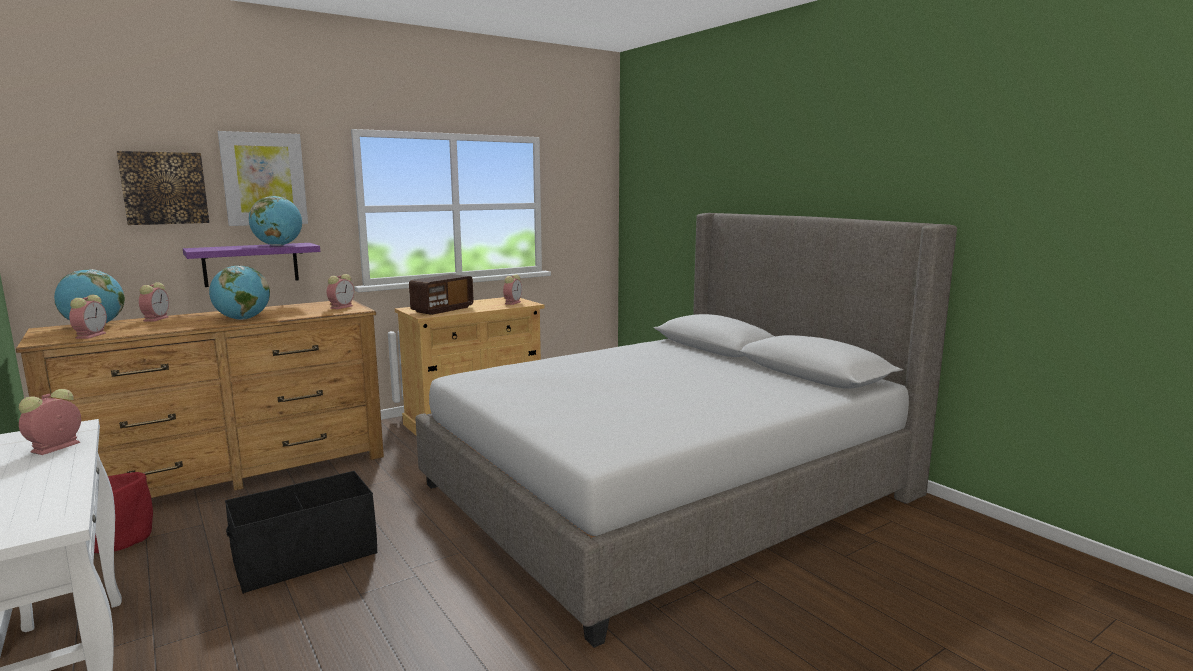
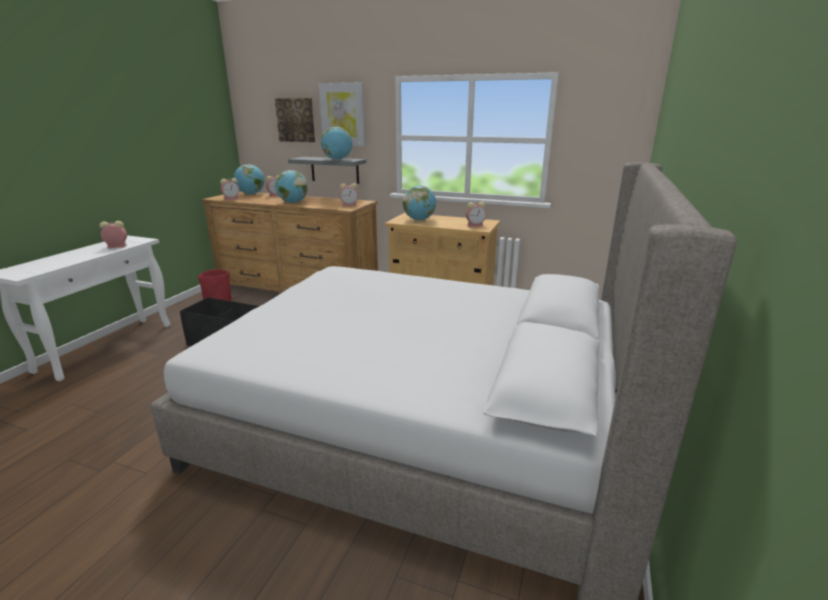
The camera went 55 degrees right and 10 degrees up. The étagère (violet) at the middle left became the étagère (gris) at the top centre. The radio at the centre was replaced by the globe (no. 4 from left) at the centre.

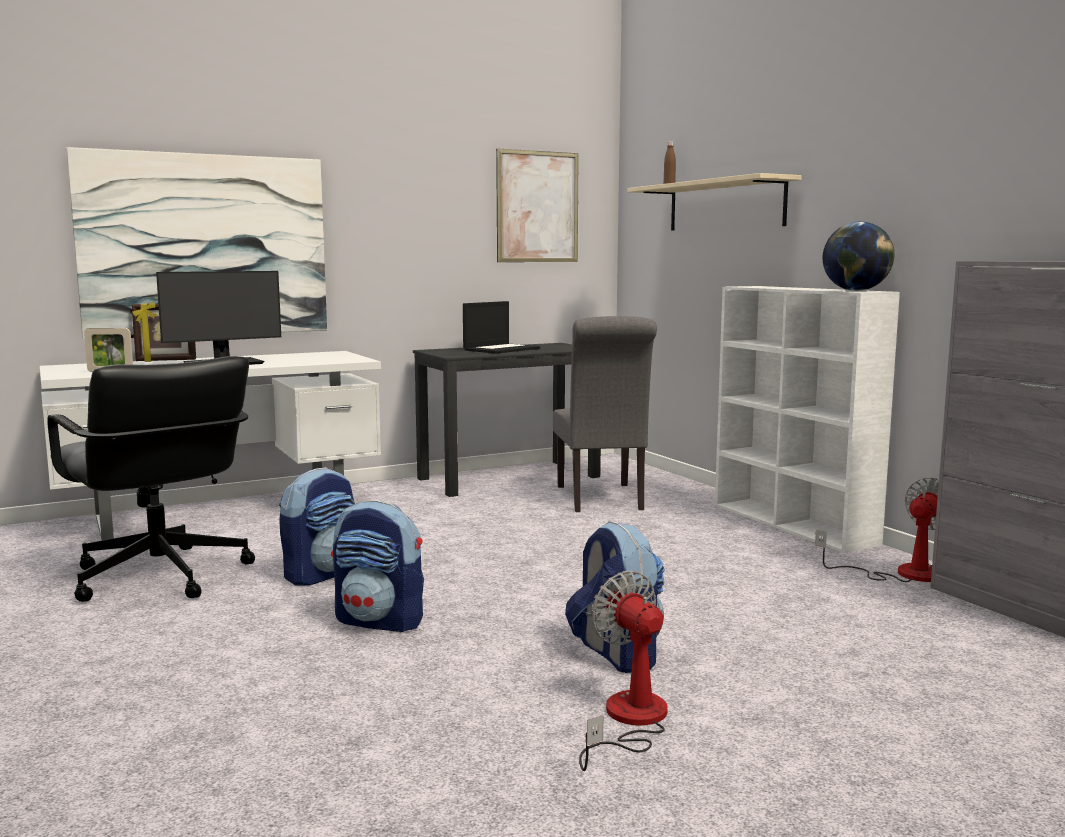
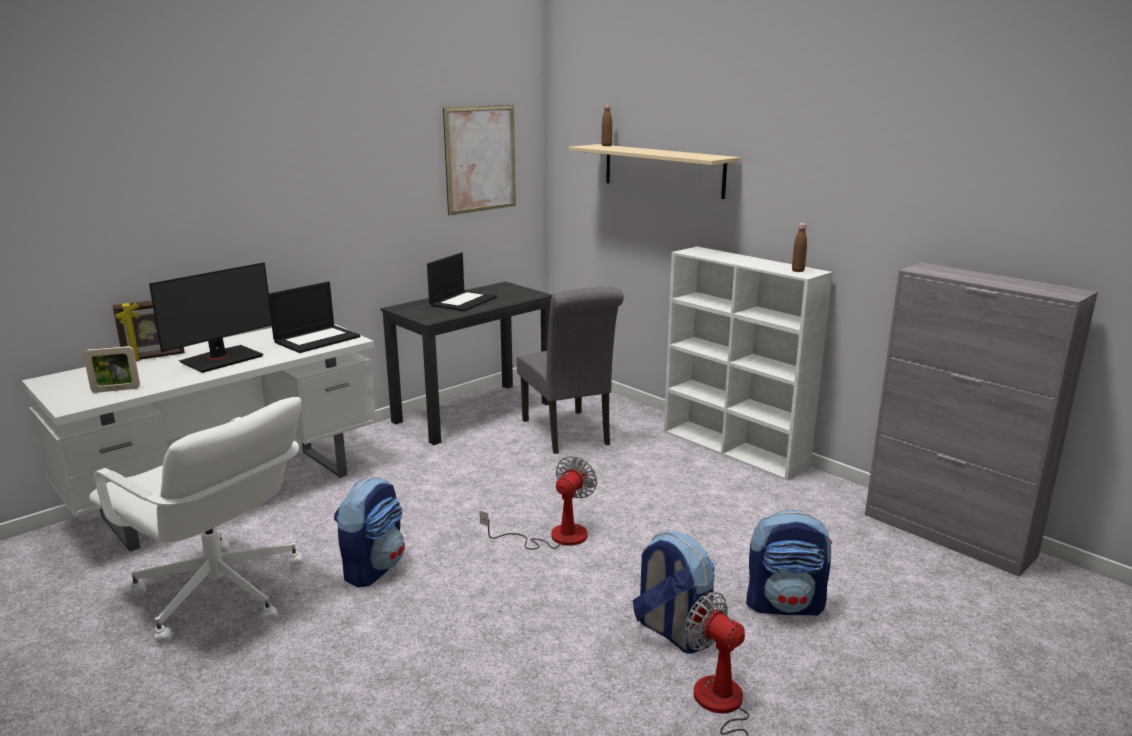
The camera went 15 degrees left and 10 degrees up. The tableau (no. 1 from left) at the top left disappeared. The globe at the top right was replaced by the bouteille (marron) (no. 2 from left) at the middle right. The chaise de bureau (noir) at the middle left became the chaise de bureau (blanc) at the bottom left. The ventilateur (no. 2 from left in the first image) moved from the middle right to the bottom centre. The sac à dos (no. 2 from left in the first image) moved from the bottom centre to the bottom right. The ordinateur portable (no. 1 from left) at the middle left appeared.

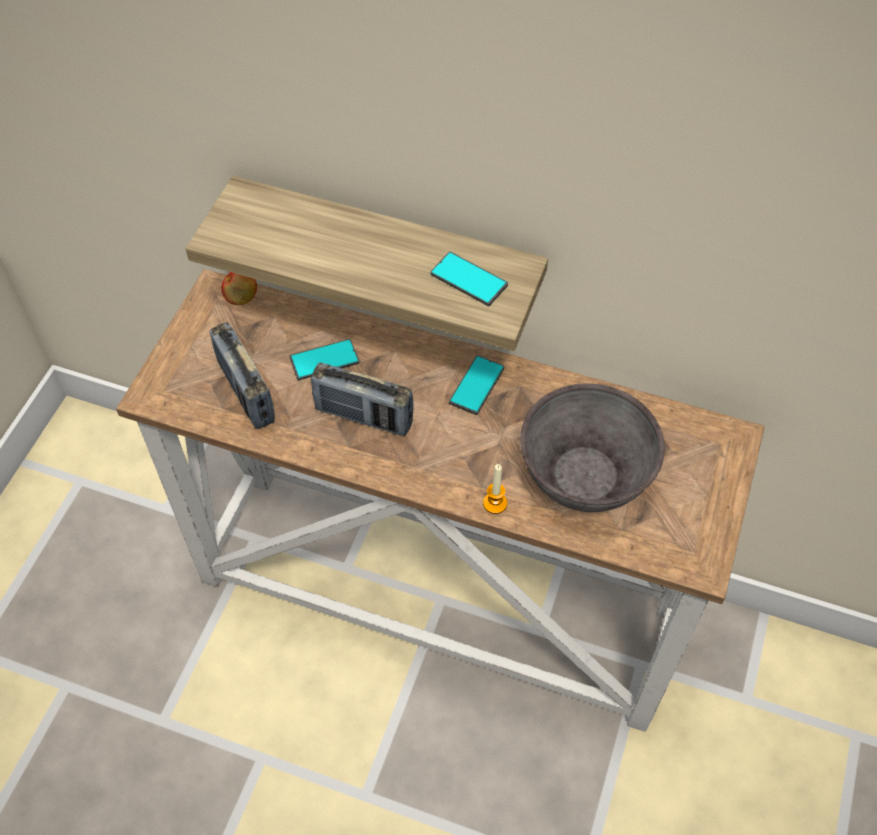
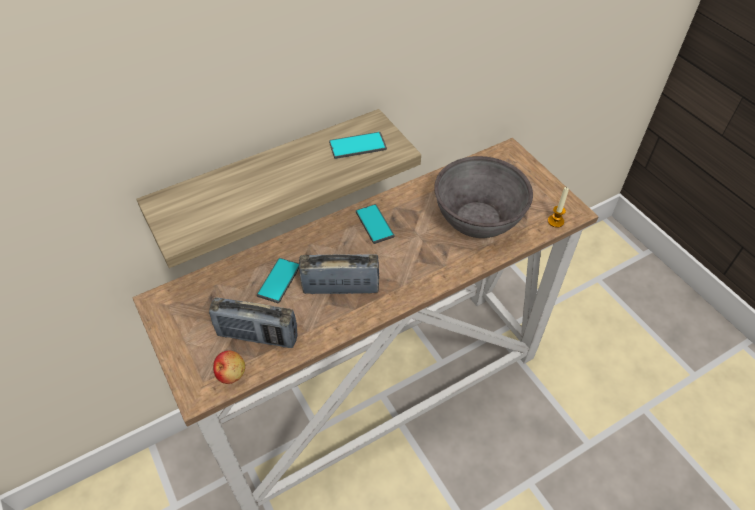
The camera went 50 degrees left and 5 degrees down. The pomme moved from the middle left to the bottom left. The radio (no. 2 from left) at the centre turned 150 degrees counterclockwise. The bougie moved from the centre to the middle right.

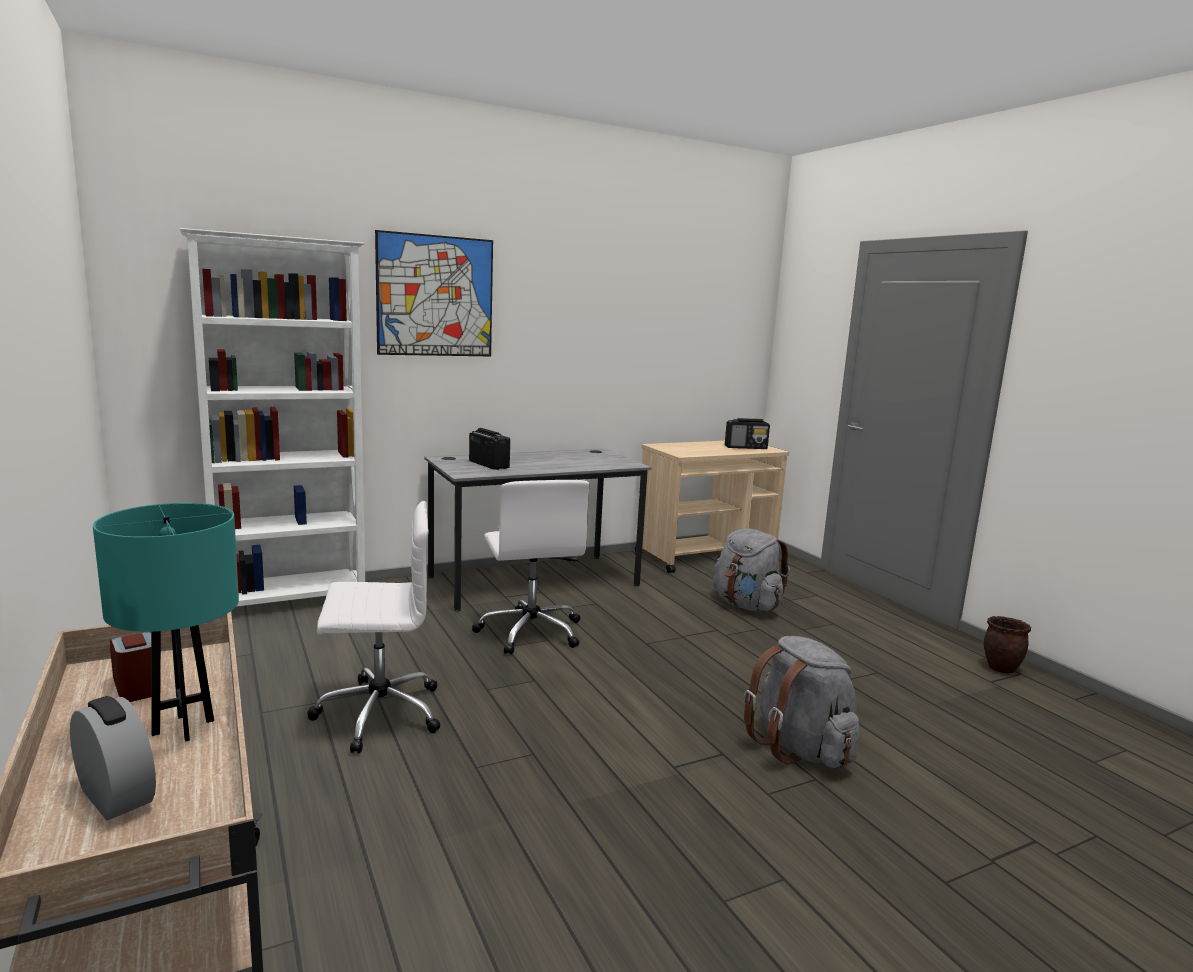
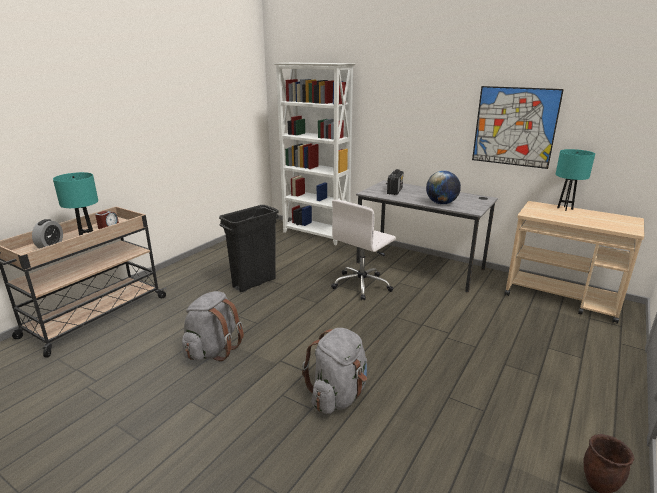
The camera went 60 degrees right and 10 degrees up. The tableau moved from the top centre to the top right. The radio (no. 2 from left) at the centre disappeared. The chaise de bureau (blanc) (no. 1 from left) at the middle left was replaced by the poubelle (noir) at the centre. The sac à dos (gris) (no. 1 from left) moved from the centre to the middle left. The lampe de table (turquoise) (no. 2 from left) at the middle right appeared. The globe at the middle right appeared.

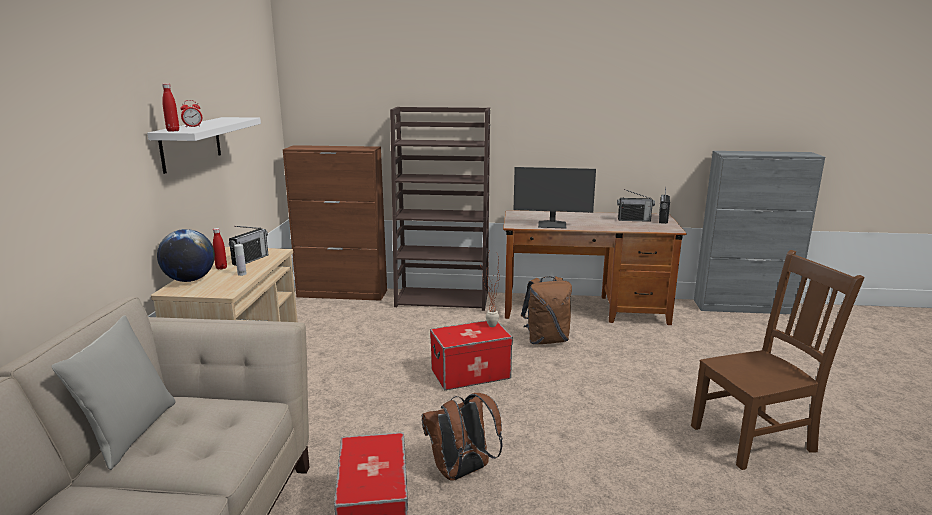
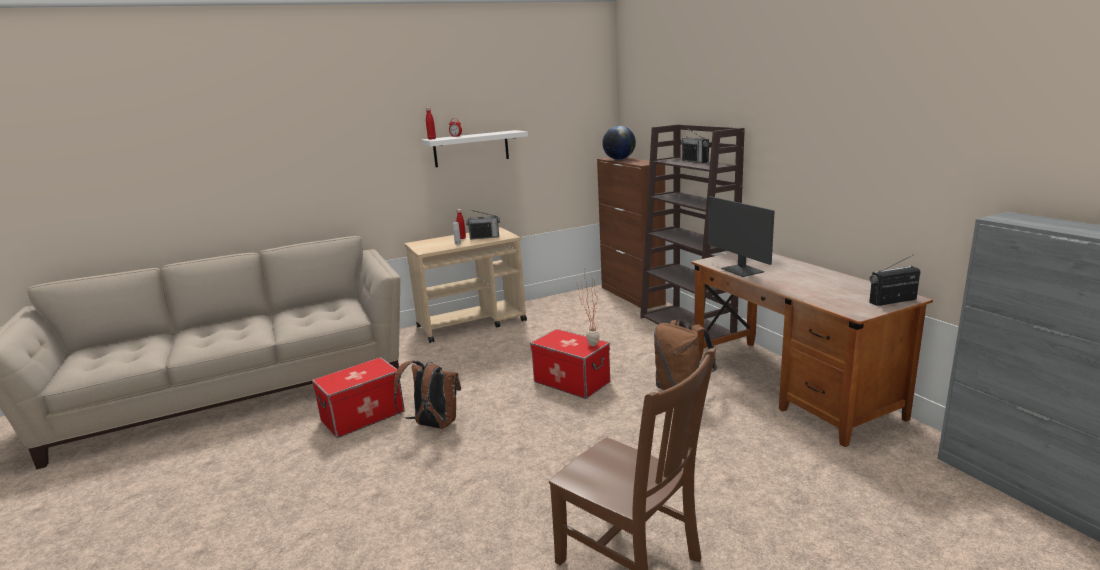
The camera went 60 degrees right and 0 degrees up. The radio (no. 2 from left) moved from the middle right to the top centre. The globe moved from the middle left to the top centre. The coussin (gris) at the bottom left disappeared.

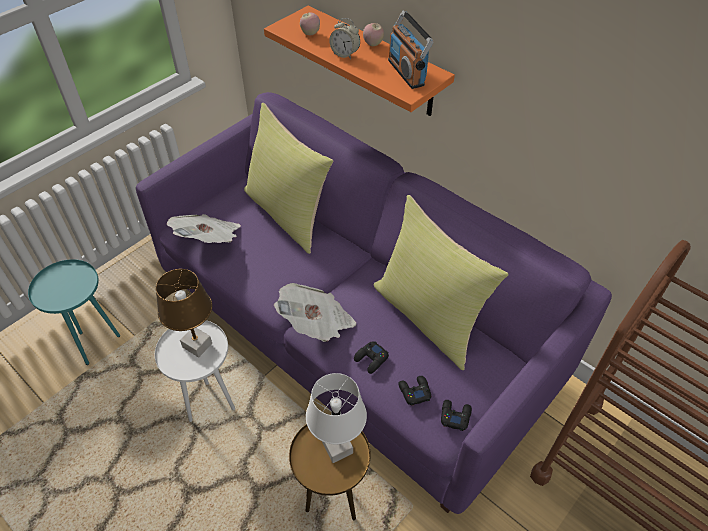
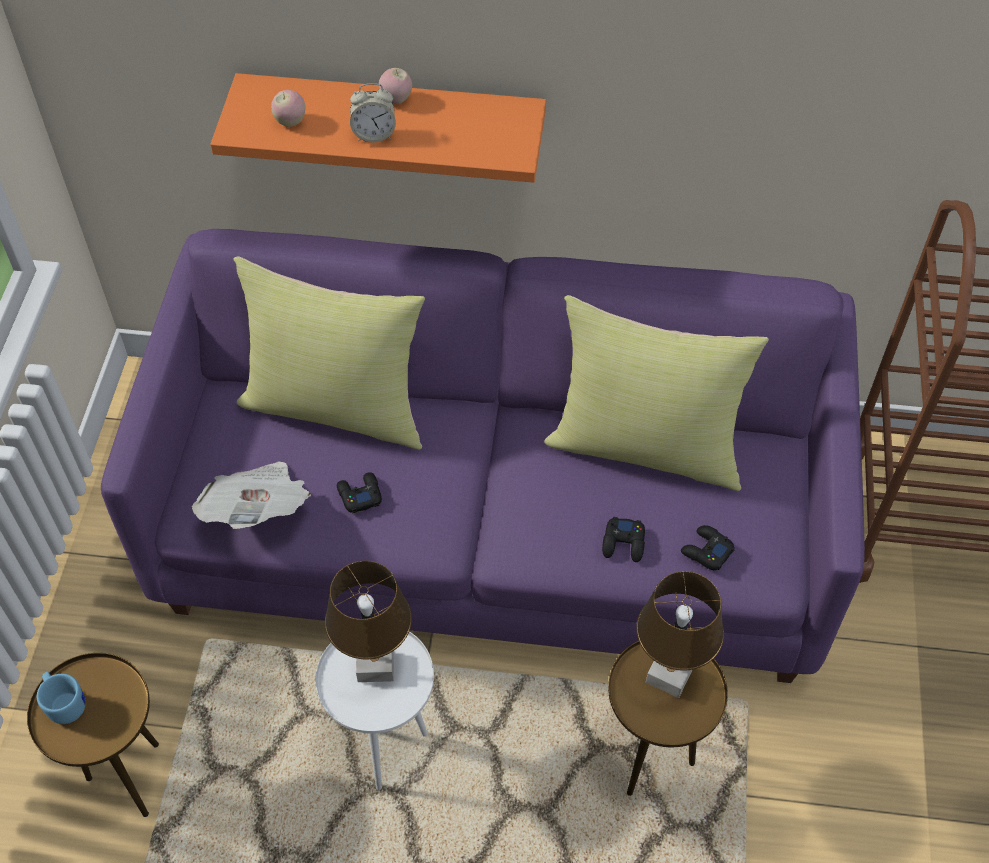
The camera went 35 degrees left and 5 degrees up. The radio at the top centre disappeared. The table d'appoint (turquoise) at the middle left became the table d'appoint (marron) (no. 1 from left) at the bottom left. The journal (no. 2 from left) at the centre disappeared. The lampe de table (blanc) at the bottom centre became the lampe de table (marron) (no. 2 from left) at the bottom right. The manette (noir) (no. 3 from left in the first image) moved from the bottom centre to the centre. The mug (bleu) at the bottom left appeared.

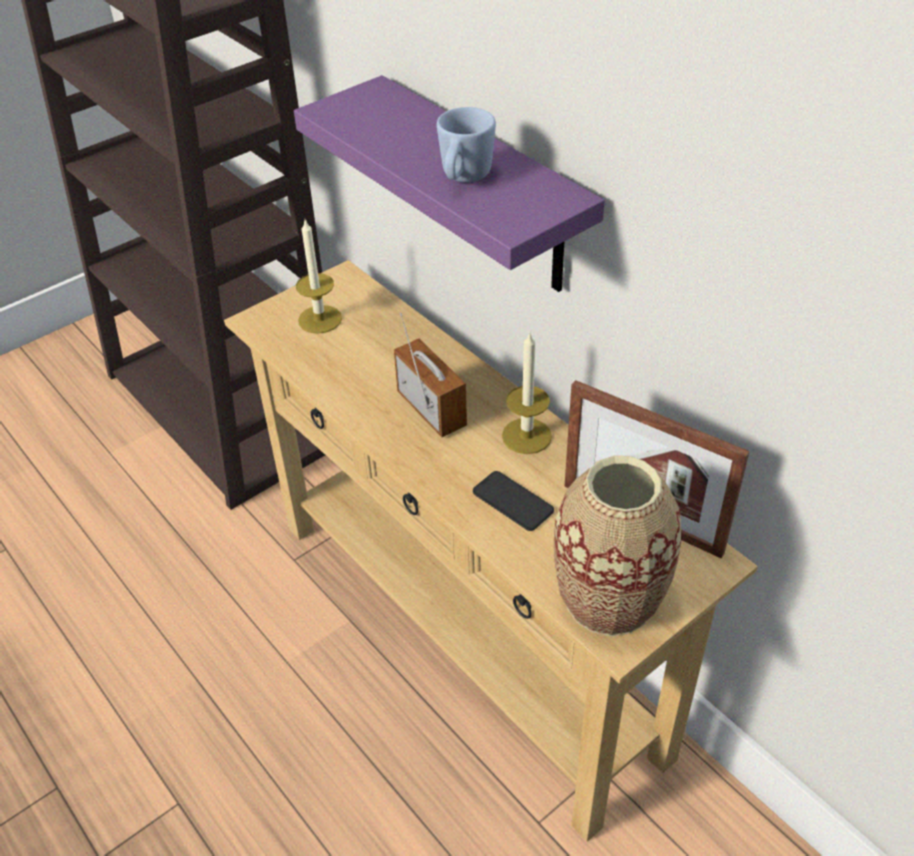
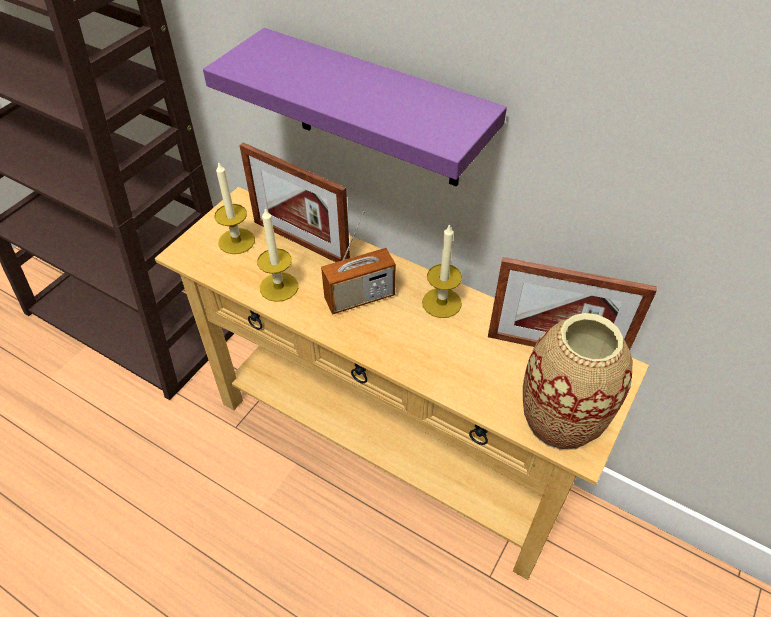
The camera went 20 degrees left and 5 degrees up. The mug (bleu) at the top centre disappeared. The radio at the centre turned 120 degrees clockwise. The téléphone at the centre disappeared. The cadre photo (no. 1 from left) at the top centre appeared. The bougie (no. 2 from left) at the centre appeared.

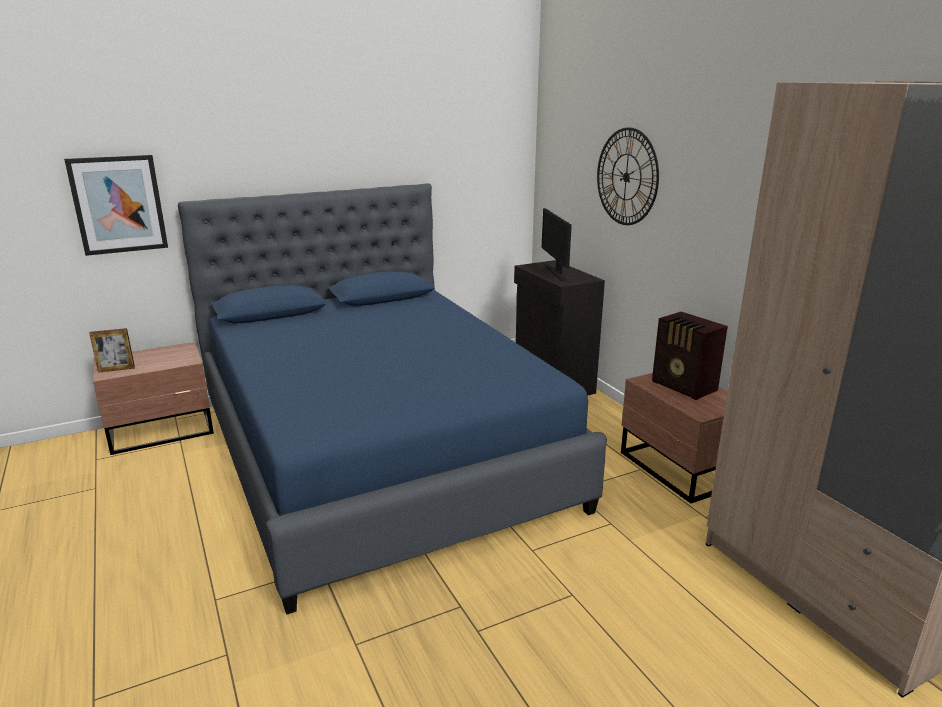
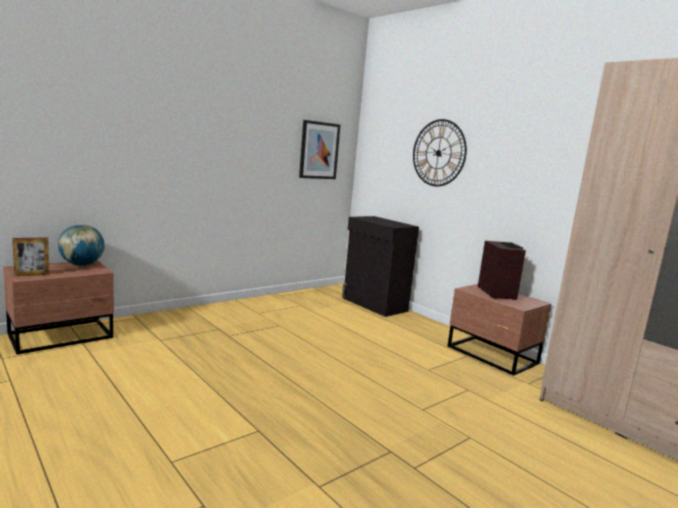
The camera went 15 degrees left and 10 degrees down. The tableau moved from the top left to the top centre. The lit (bleu) at the centre disappeared. The écran d'ordinateur at the centre disappeared. The radio at the middle right turned 135 degrees counterclockwise. The globe at the middle left appeared.

